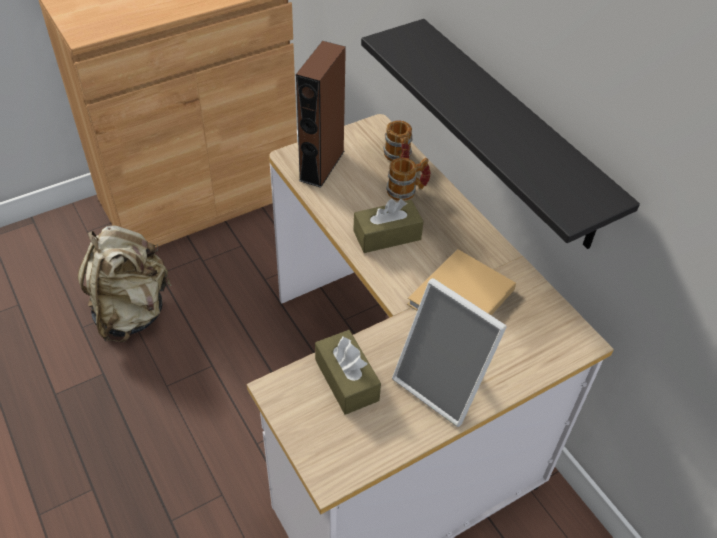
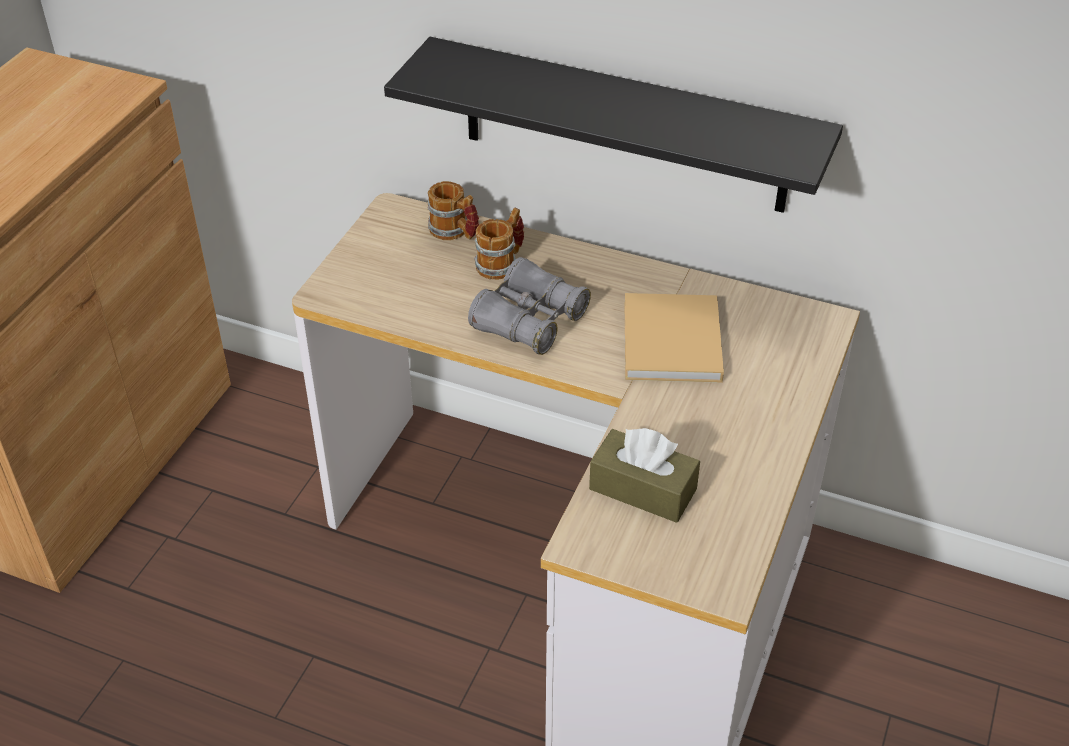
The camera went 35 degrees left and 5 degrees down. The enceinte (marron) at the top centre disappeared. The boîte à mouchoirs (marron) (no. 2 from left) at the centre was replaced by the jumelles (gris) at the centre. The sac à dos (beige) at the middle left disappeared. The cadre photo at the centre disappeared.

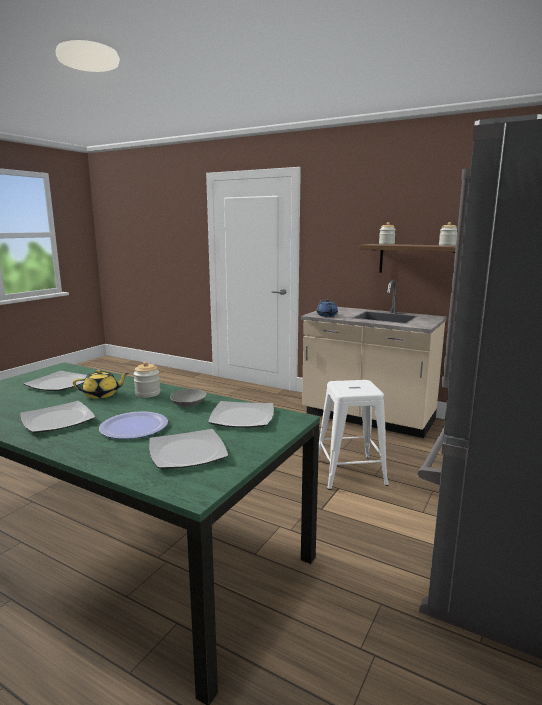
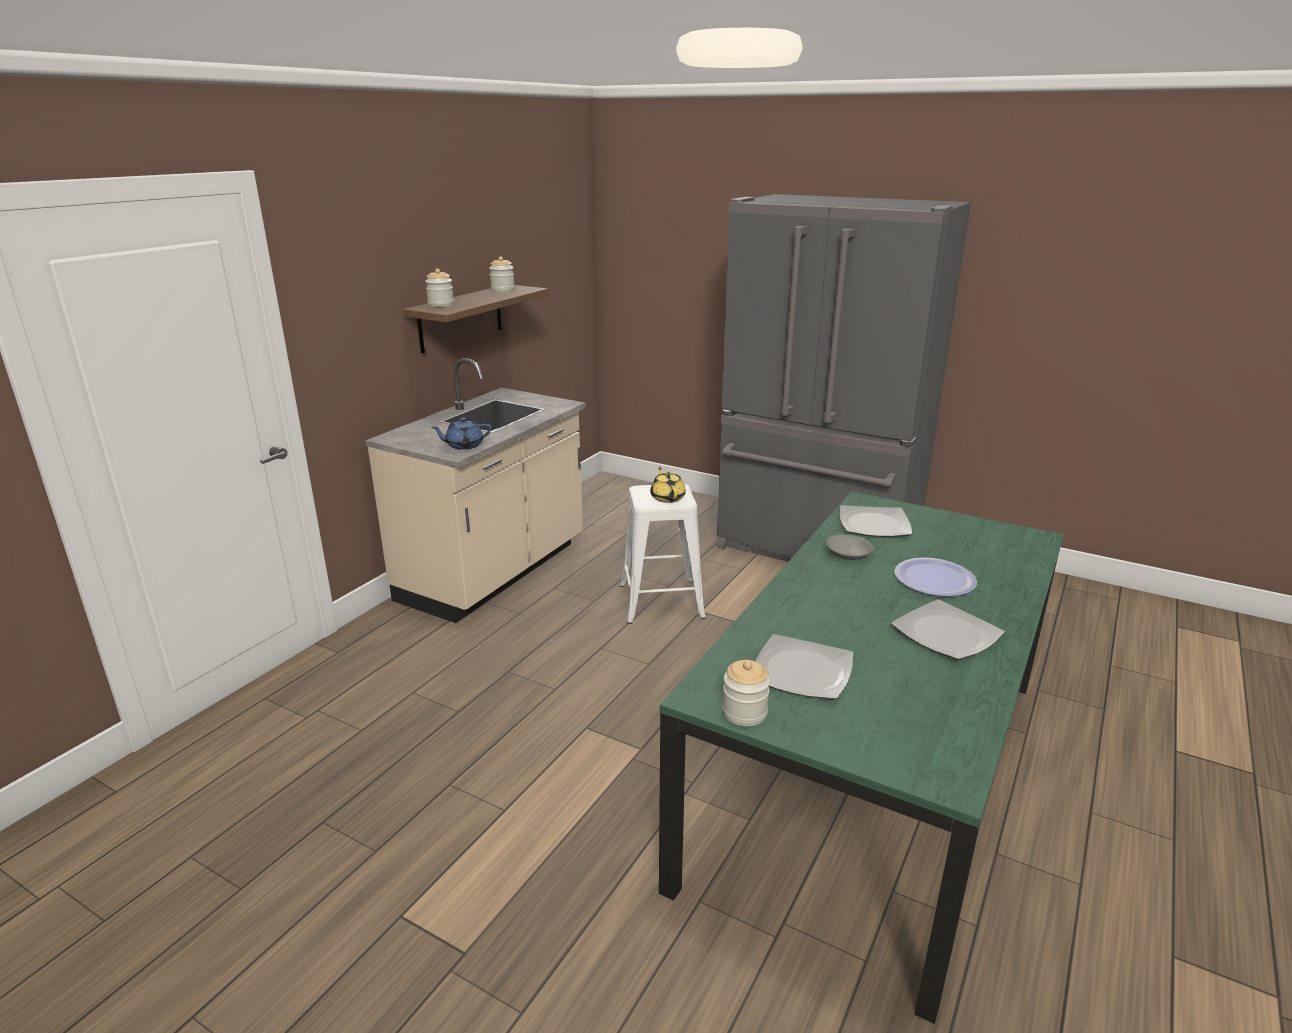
The camera went 90 degrees left and 10 degrees up. The bocal (no. 1 from left in the first image) moved from the middle left to the bottom centre. The théière (jaune) moved from the middle left to the centre. The assiette (no. 4 from left) at the centre disappeared.

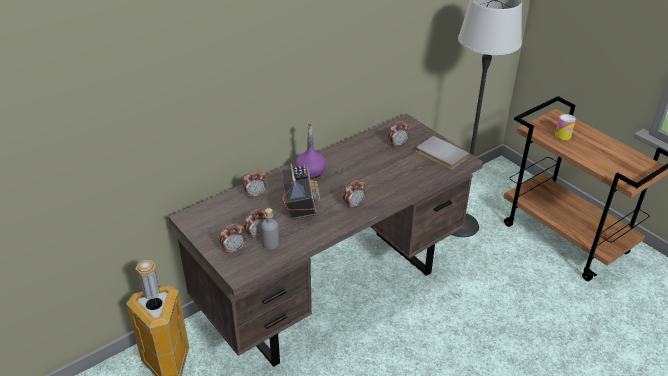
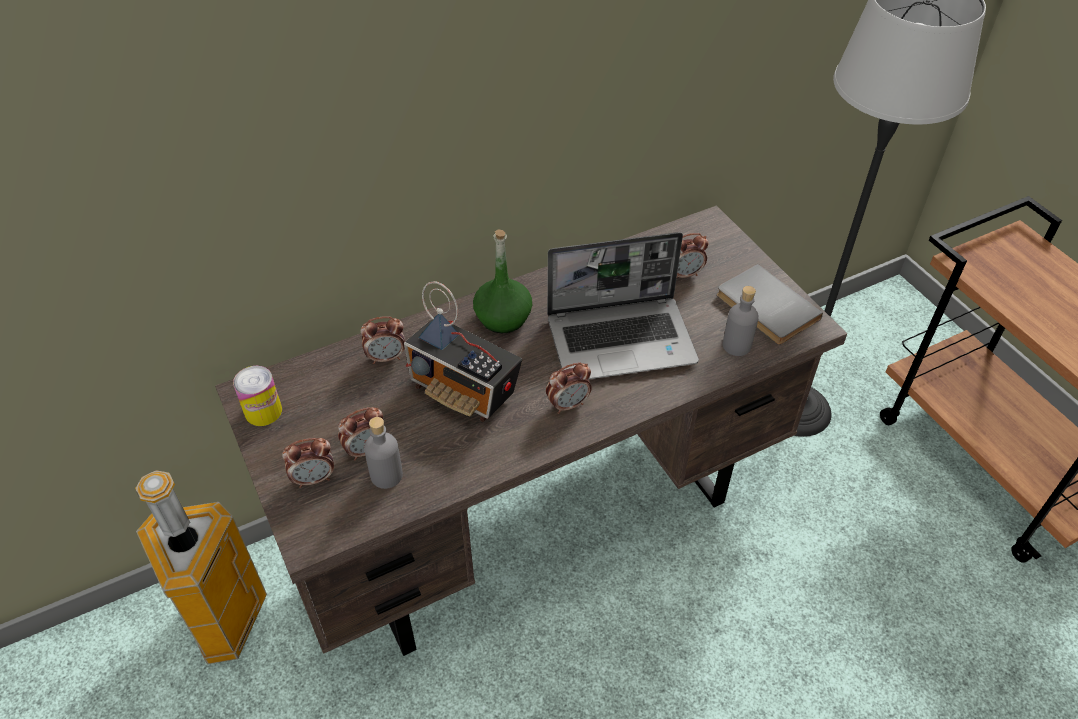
The camera went 10 degrees right and 10 degrees up. The boîte métallique moved from the middle right to the middle left. The bouteille (violet) at the centre became the bouteille (vert) at the centre. The radio at the centre turned 120 degrees clockwise. The ordinateur portable at the centre appeared. The bouteille (gris) (no. 2 from left) at the middle right appeared.

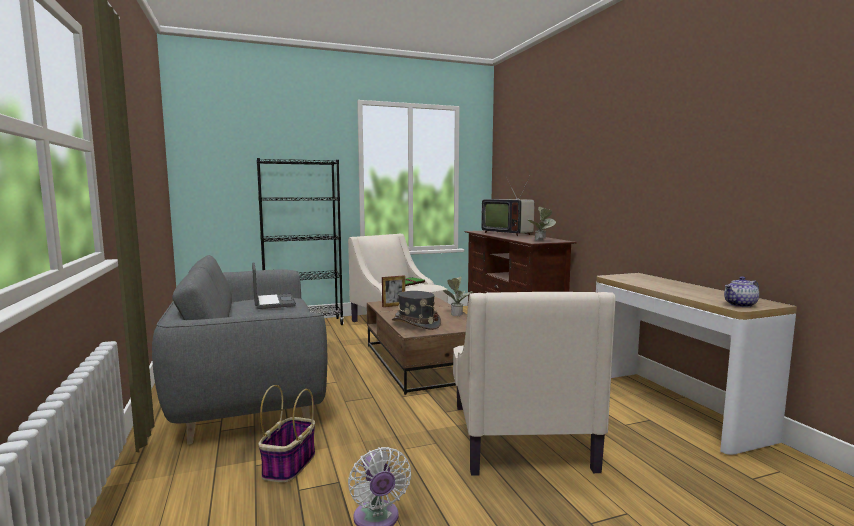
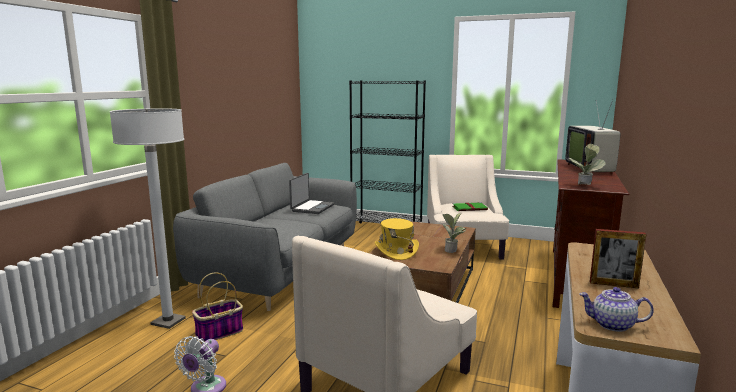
The camera went 40 degrees right and 5 degrees up. The cadre photo moved from the centre to the middle right. The chapeau (gris) at the centre became the chapeau (jaune) at the centre. The lampadaire (blanc) at the middle left appeared.

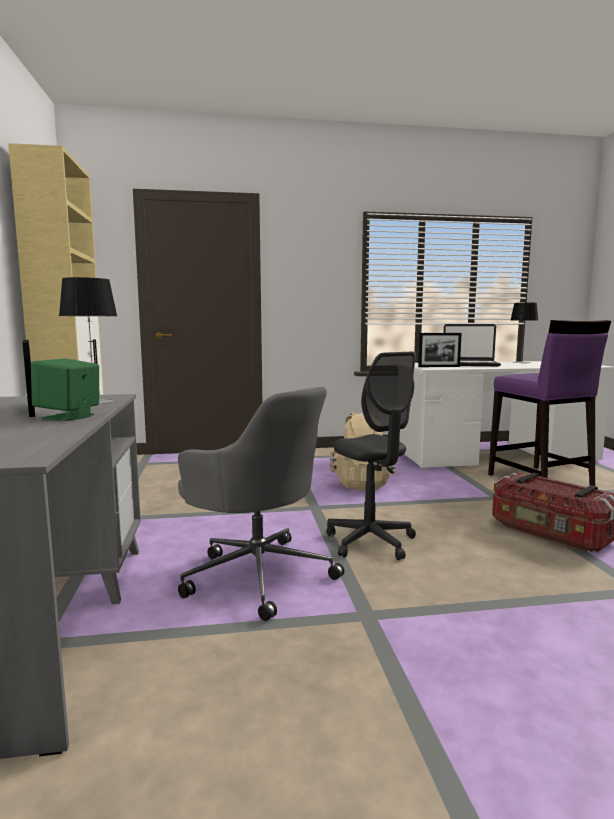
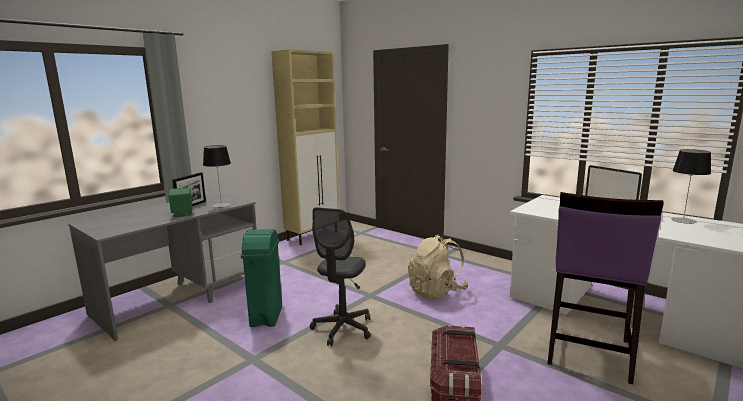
The camera went 50 degrees right and 5 degrees up. The cadre photo (no. 2 from left) at the middle right disappeared. The chaise de bureau (gris) (no. 1 from left) at the centre was replaced by the poubelle (vert) at the bottom centre.

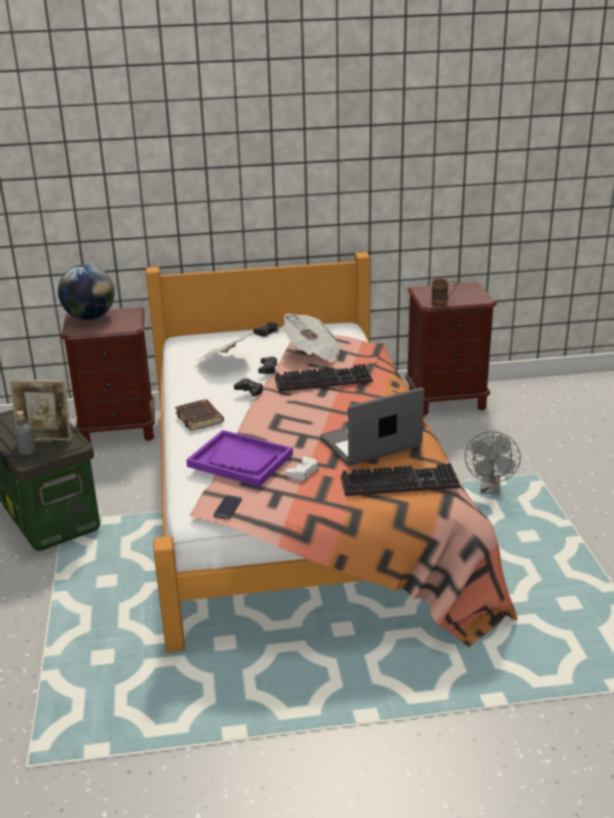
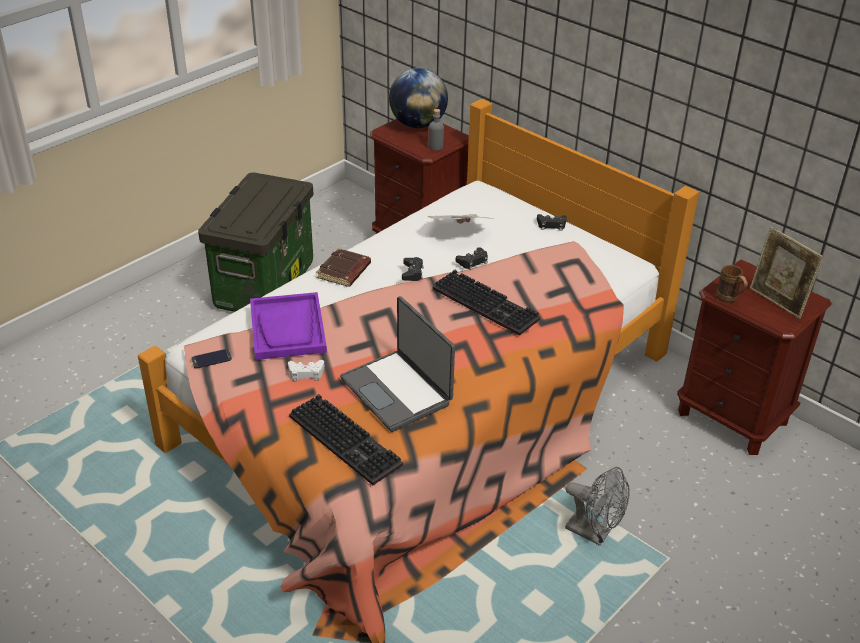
The camera went 50 degrees right and 10 degrees up. The journal (no. 2 from left) at the centre disappeared. The cadre photo moved from the middle left to the middle right. The ordinateur portable at the centre turned 150 degrees counterclockwise. The bouteille (gris) moved from the middle left to the top centre. The ventilateur (gris) at the middle right turned 120 degrees counterclockwise.

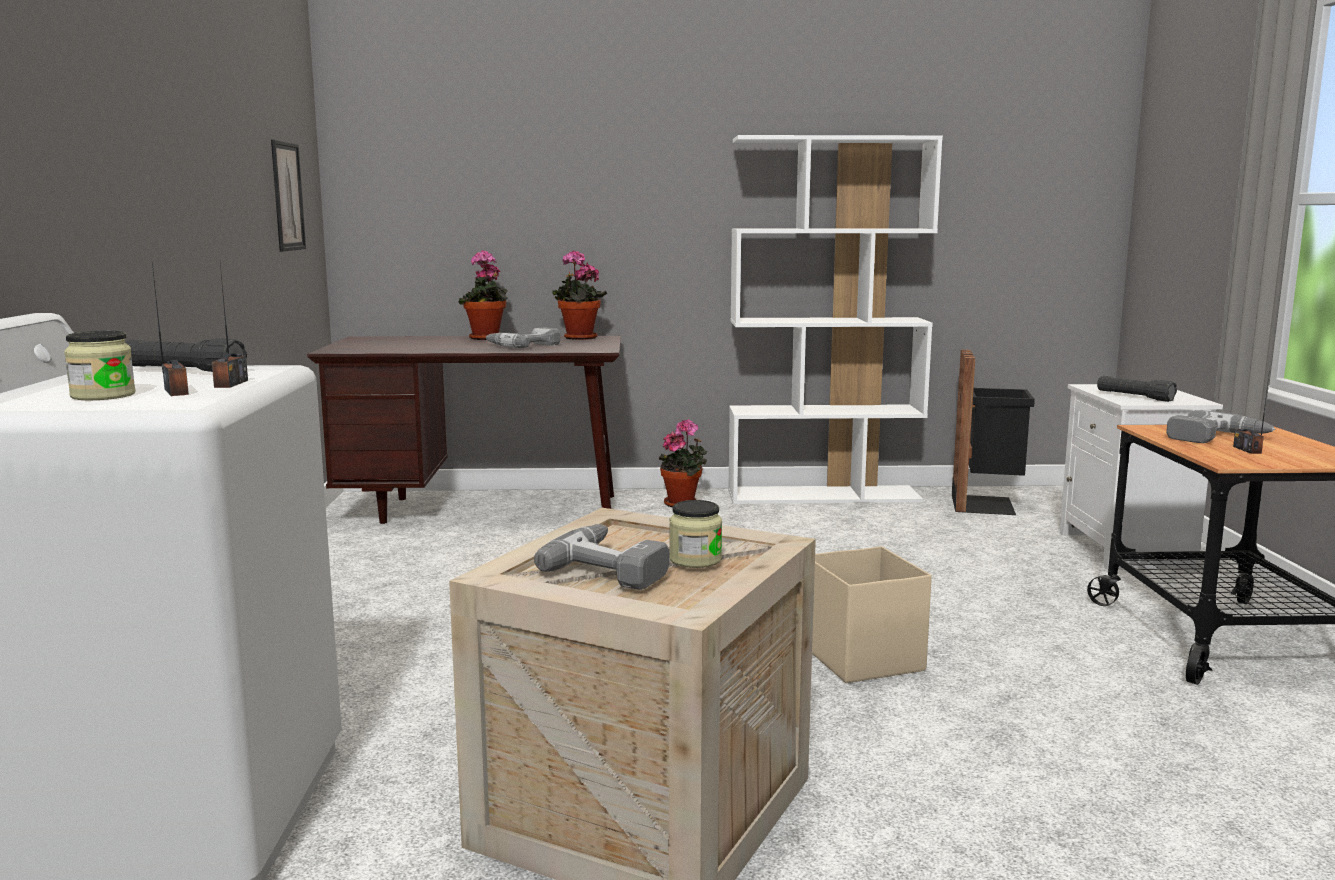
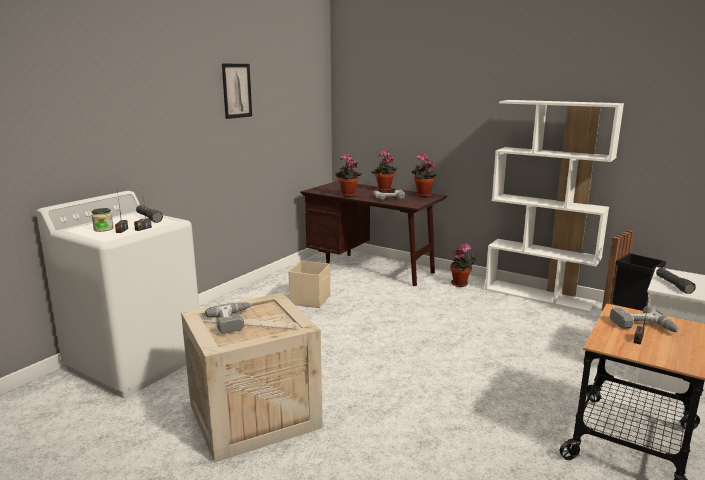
The camera went 35 degrees right and 5 degrees up. The tableau moved from the top left to the top centre. The bocal (no. 2 from left) at the centre disappeared. The boîte de rangement (beige) moved from the bottom centre to the centre. The plante en pot (no. 1 from left) at the centre appeared.

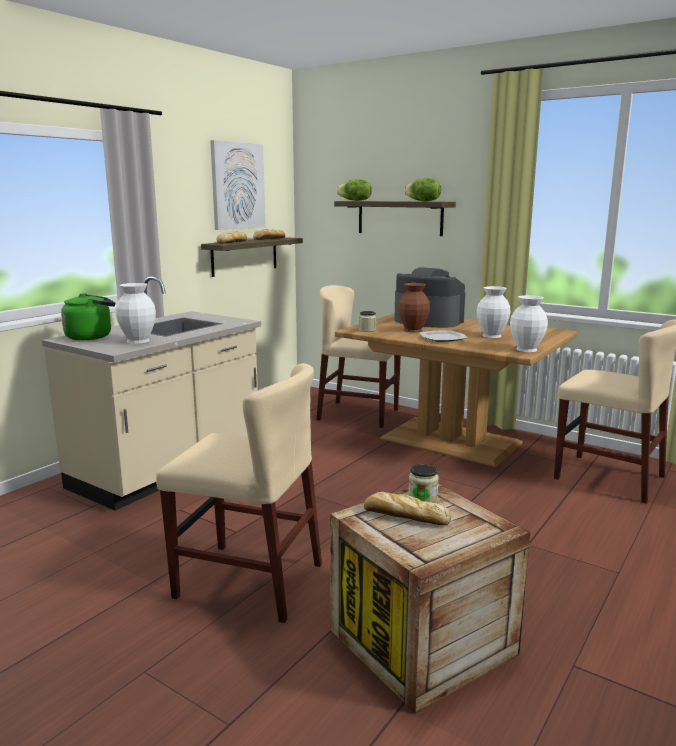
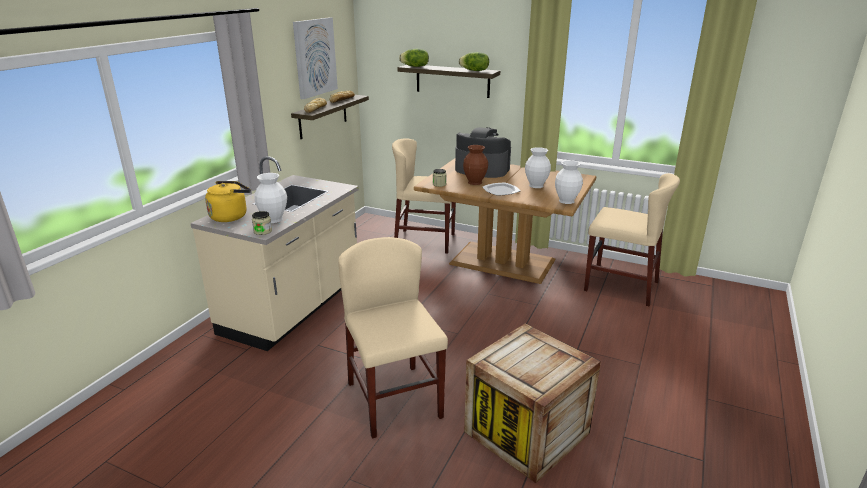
The camera went 10 degrees left and 10 degrees up. The bouilloire (vert) at the middle left became the bouilloire (jaune) at the middle left. The chaise (beige) (no. 1 from left) at the centre turned 120 degrees counterclockwise. The bocal (no. 2 from left in the first image) moved from the centre to the middle left. The pain (no. 3 from left) at the bottom centre disappeared.

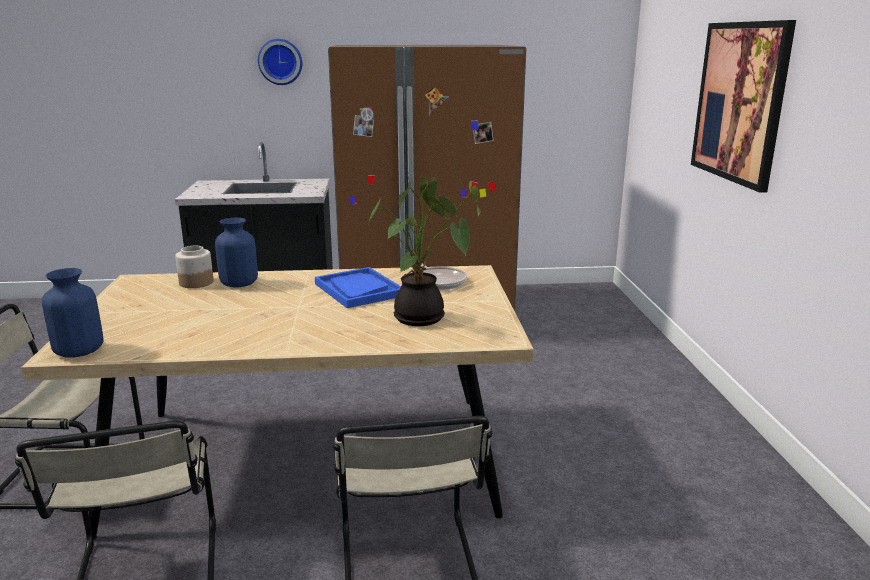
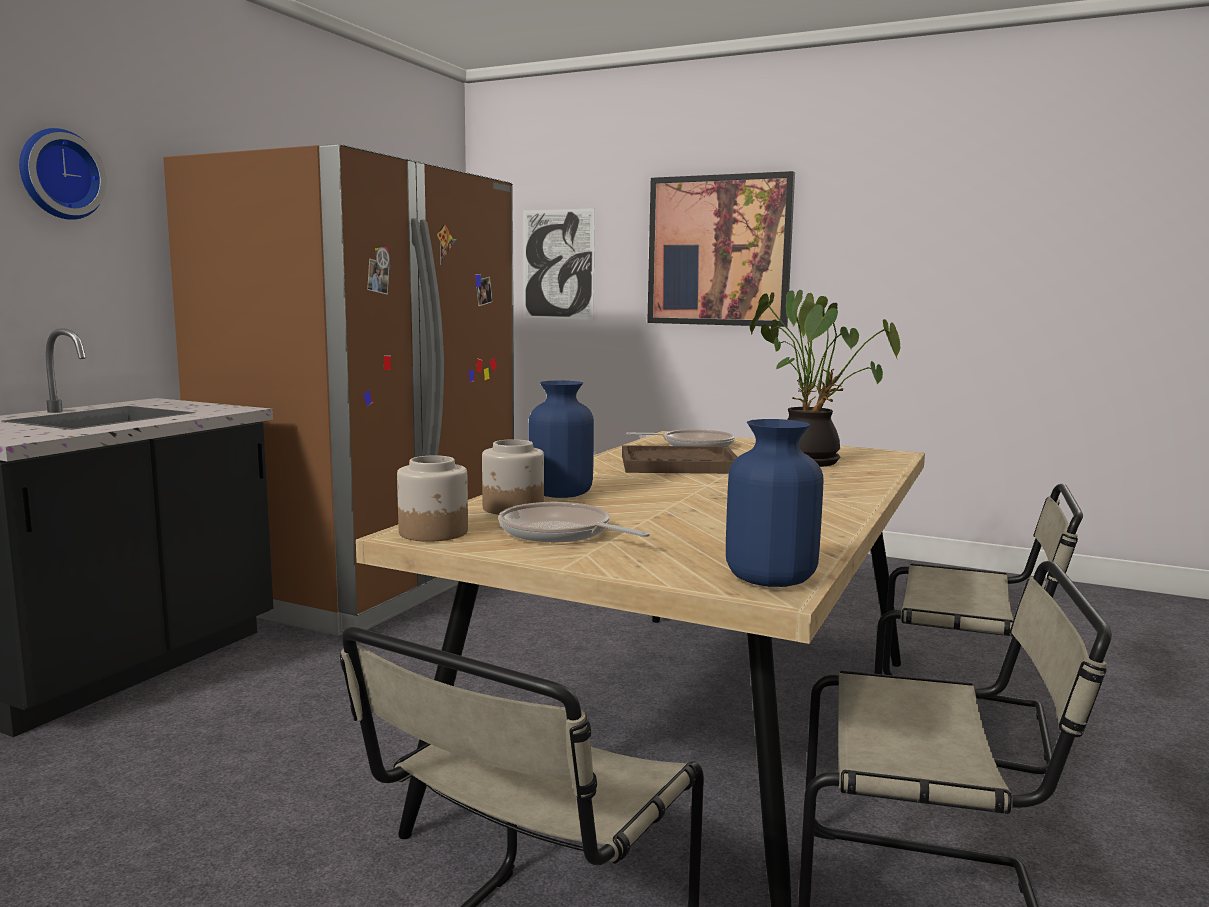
The camera went 60 degrees left and 10 degrees down. The plateau (bleu) at the centre became the plateau (marron) at the centre. The tableau (no. 1 from left) at the top centre appeared. The bocal (no. 1 from left) at the centre appeared. The poêle (no. 1 from left) at the centre appeared.

